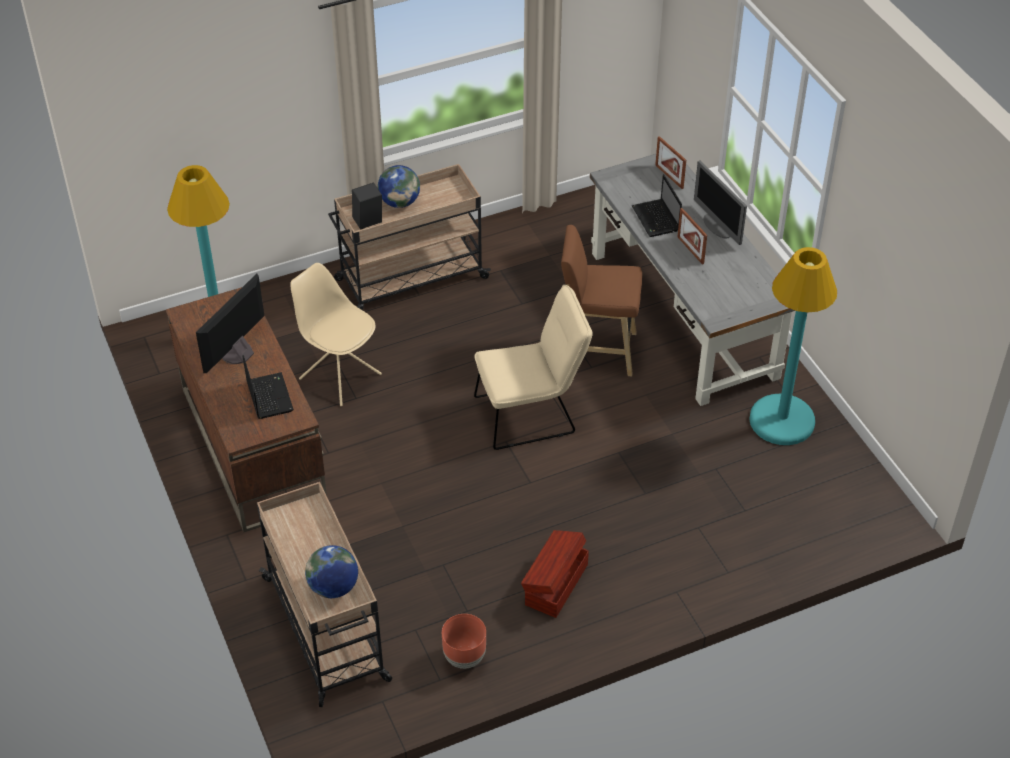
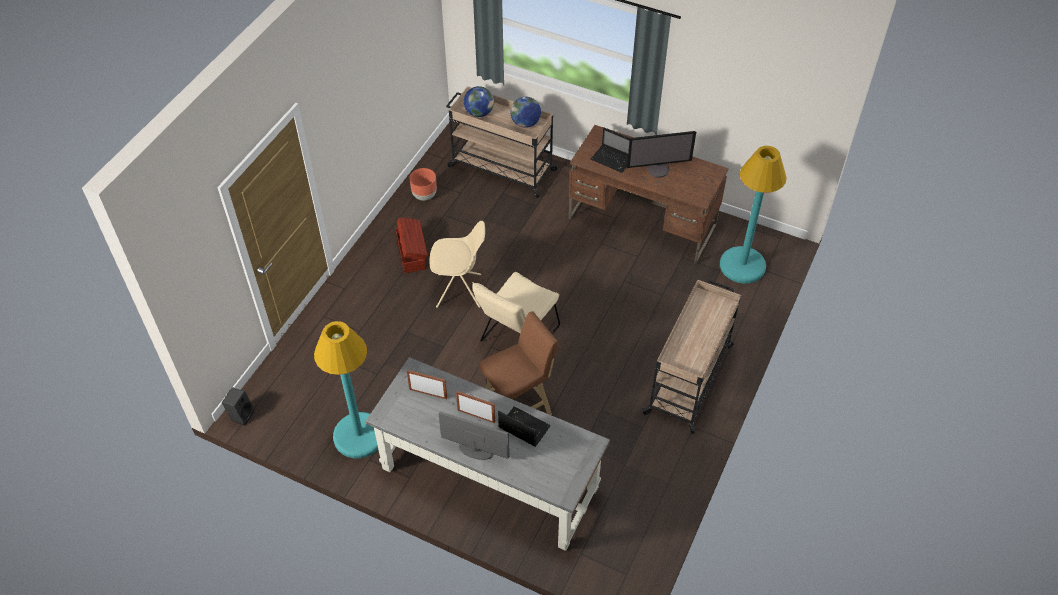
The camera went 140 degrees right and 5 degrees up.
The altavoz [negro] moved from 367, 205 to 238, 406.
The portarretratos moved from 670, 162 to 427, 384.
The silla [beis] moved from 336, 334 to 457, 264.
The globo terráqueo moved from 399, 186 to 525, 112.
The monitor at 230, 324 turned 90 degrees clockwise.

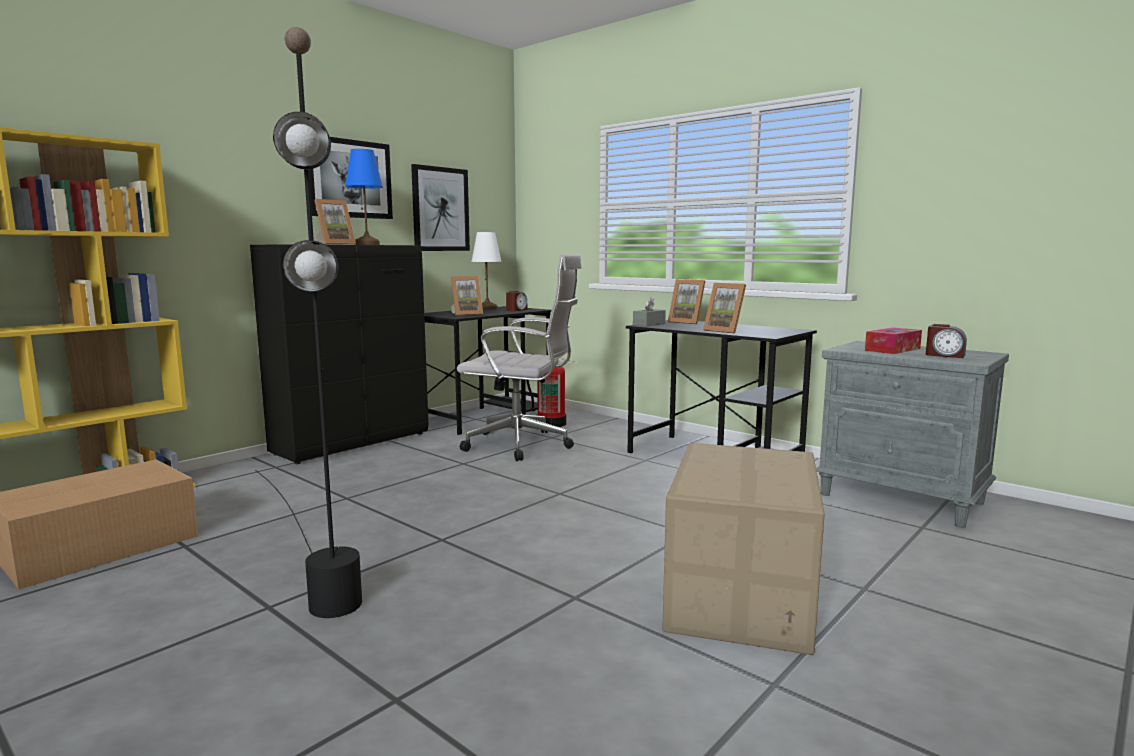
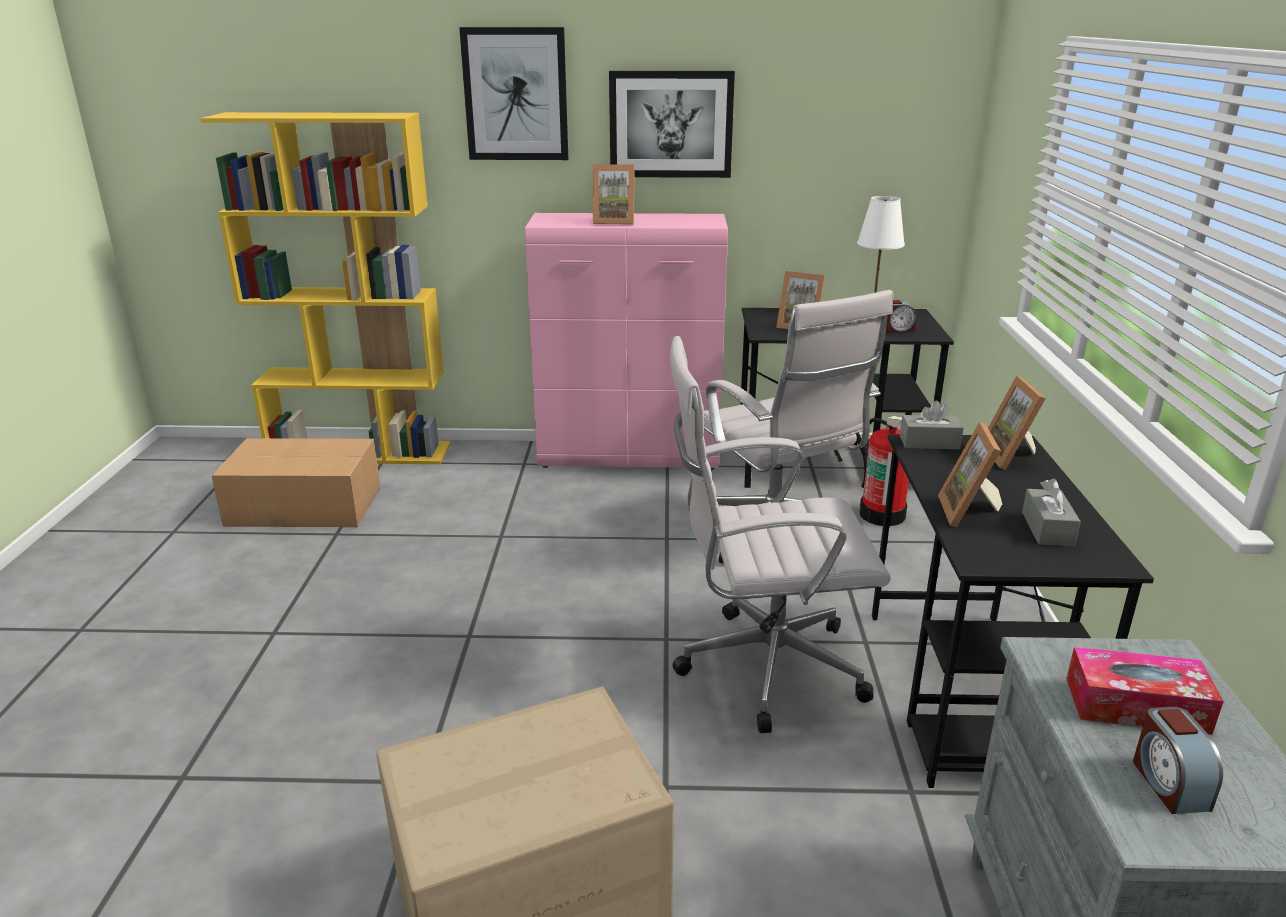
The camera went 50 degrees right and 15 degrees up.
The cuadro moved from 440, 207 to 513, 93.
The armario [negro] at 339, 354 became the armario [rosa] at 626, 341.
The silla de oficina [blanco] at 780, 534 appeared.
The caja de pañuelos [gris] at 1051, 512 appeared.
The lámpara de pie [negro] at 308, 322 disappeared.
The lámpara de mesa [azul] at 364, 197 disappeared.

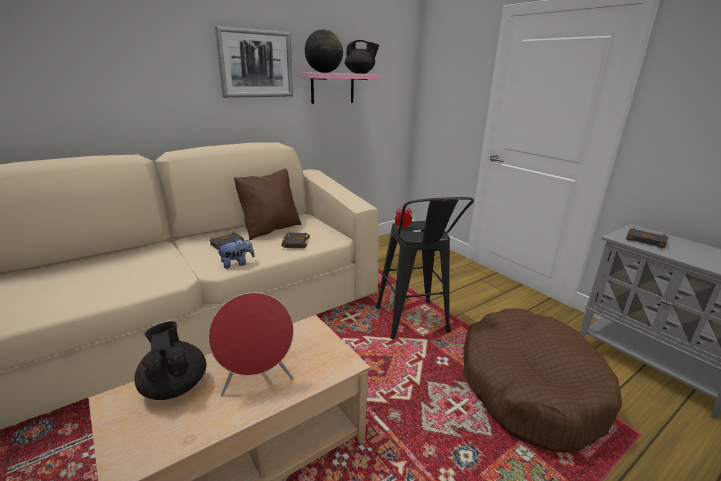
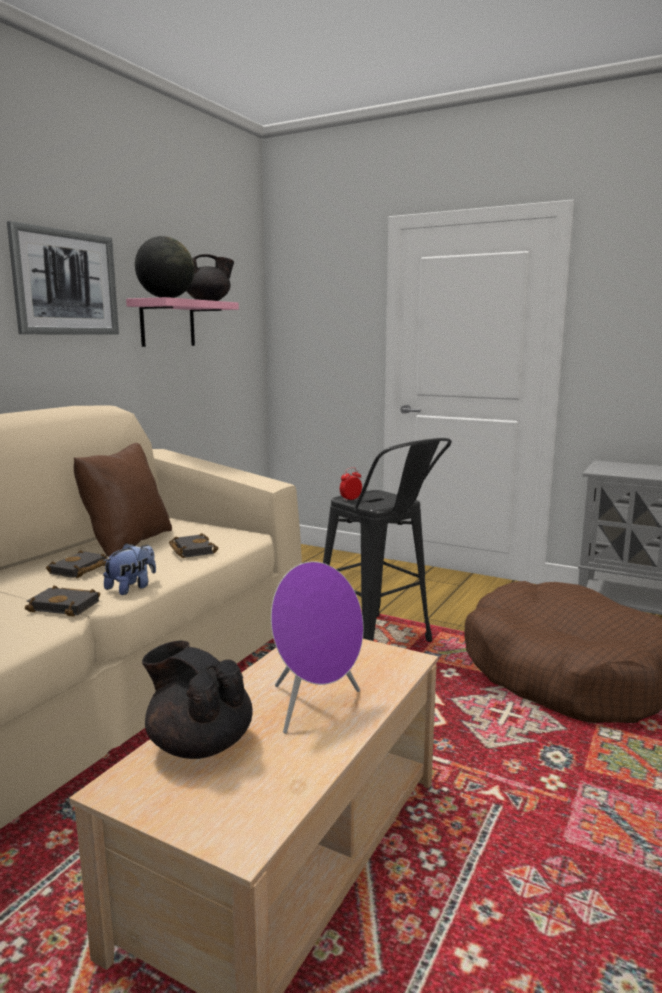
The camera went 25 degrees left and 10 degrees down.
The libro [negro] moved from 647, 238 to 62, 601.
The altavoz [rojo] at 251, 344 became the altavoz [morado] at 317, 647.

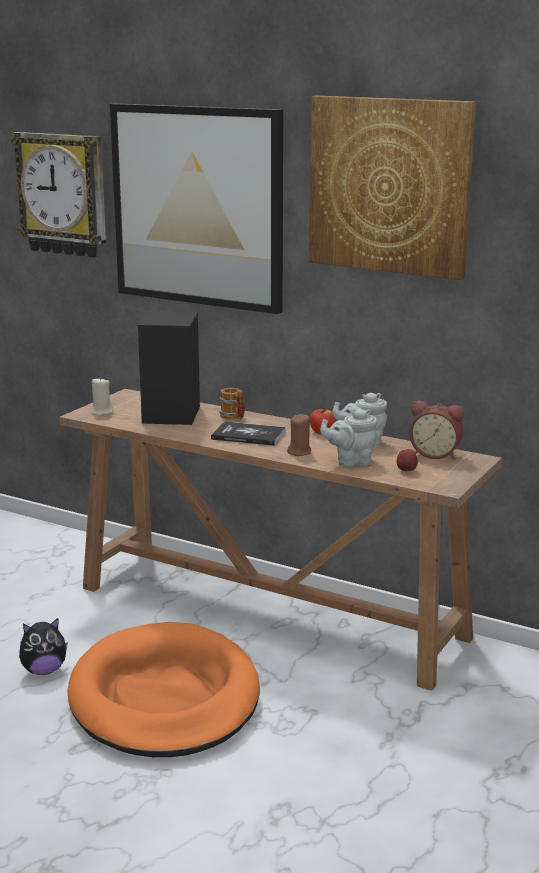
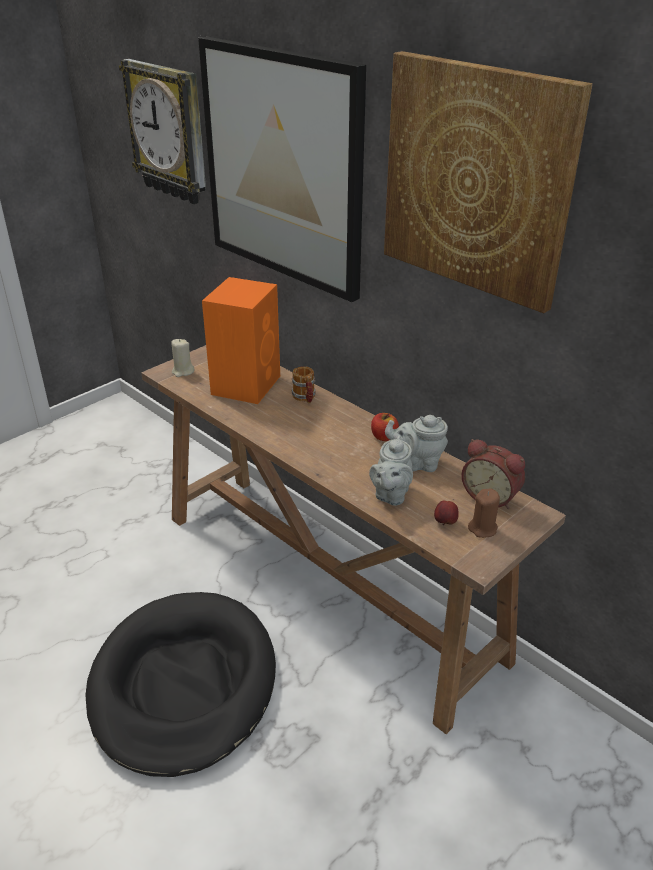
The camera went 15 degrees right and 15 degrees up.
The cama para perro [naranja] at 163, 689 became the cama para perro [negro] at 180, 684.
The altavoz [negro] at 169, 368 became the altavoz [naranja] at 241, 340.
The tetera [gris] at 348, 438 turned 75 degrees counterclockwise.
The vela [marrón] moved from 299, 435 to 484, 513.
The peluche at 43, 646 disappeared.
The libro at 248, 434 disappeared.

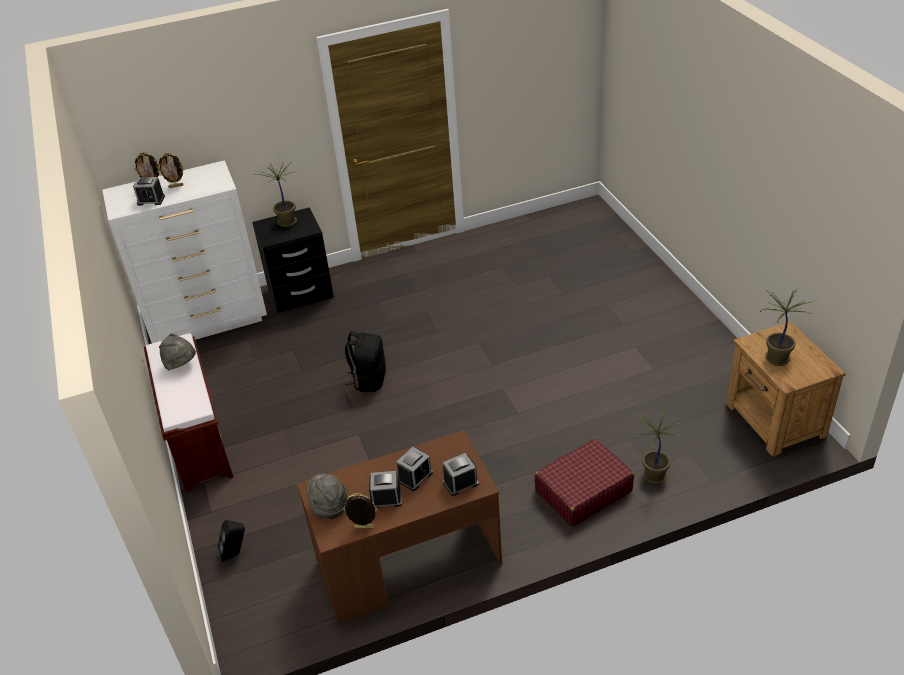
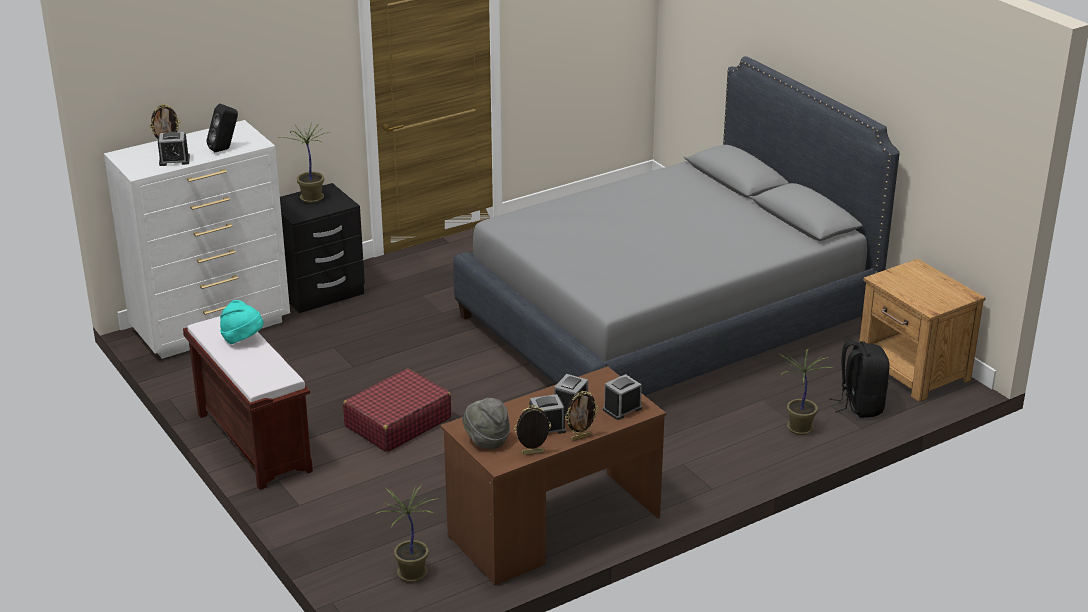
The camera went 15 degrees left and 10 degrees down.
The altavoz [negro] moved from 231, 541 to 222, 128.
The sombrero [gris] at 177, 351 became the sombrero [turquesa] at 242, 322.
The maleta [rojo] moved from 584, 483 to 397, 410.
The planta en maceta moved from 786, 327 to 406, 533.
The cama [gris] at 676, 225 appeared.
The portarretratos moved from 171, 170 to 582, 416.
The mochila [negro] moved from 365, 361 to 859, 379.

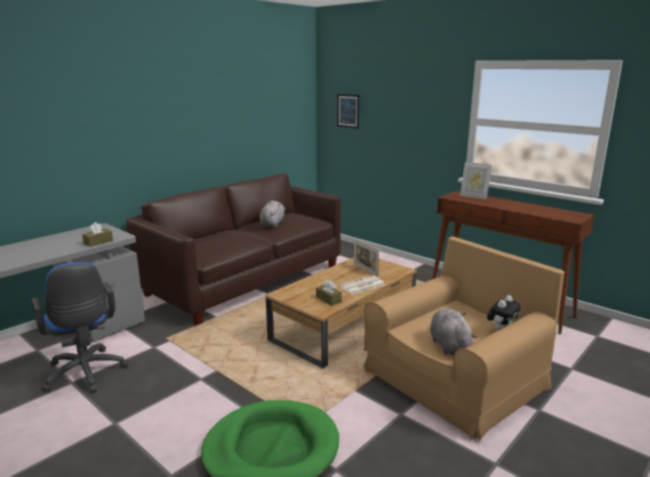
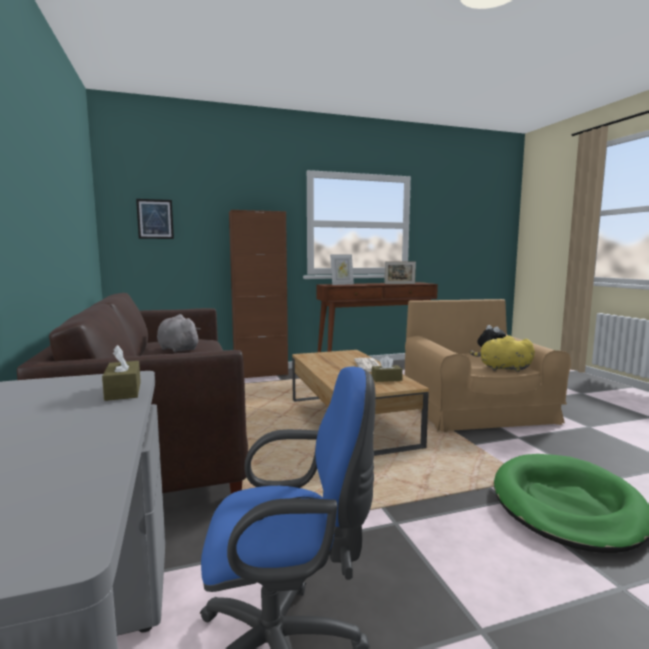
The camera went 60 degrees left and 10 degrees down.
The armario [marrón] at 258, 294 appeared.
The portarretratos moved from 366, 257 to 400, 272.
The peluche [gris] at 453, 332 became the peluche [amarillo] at 502, 354.

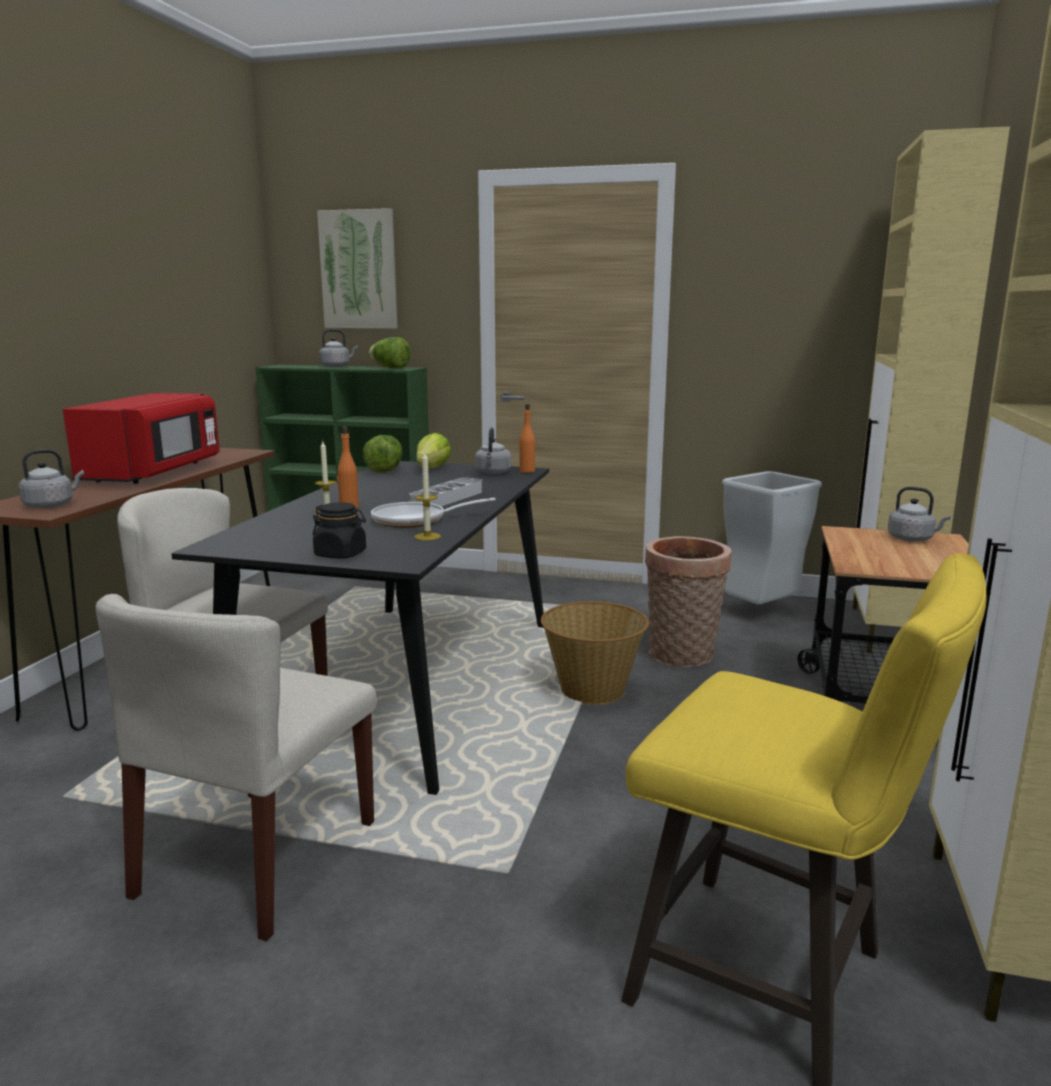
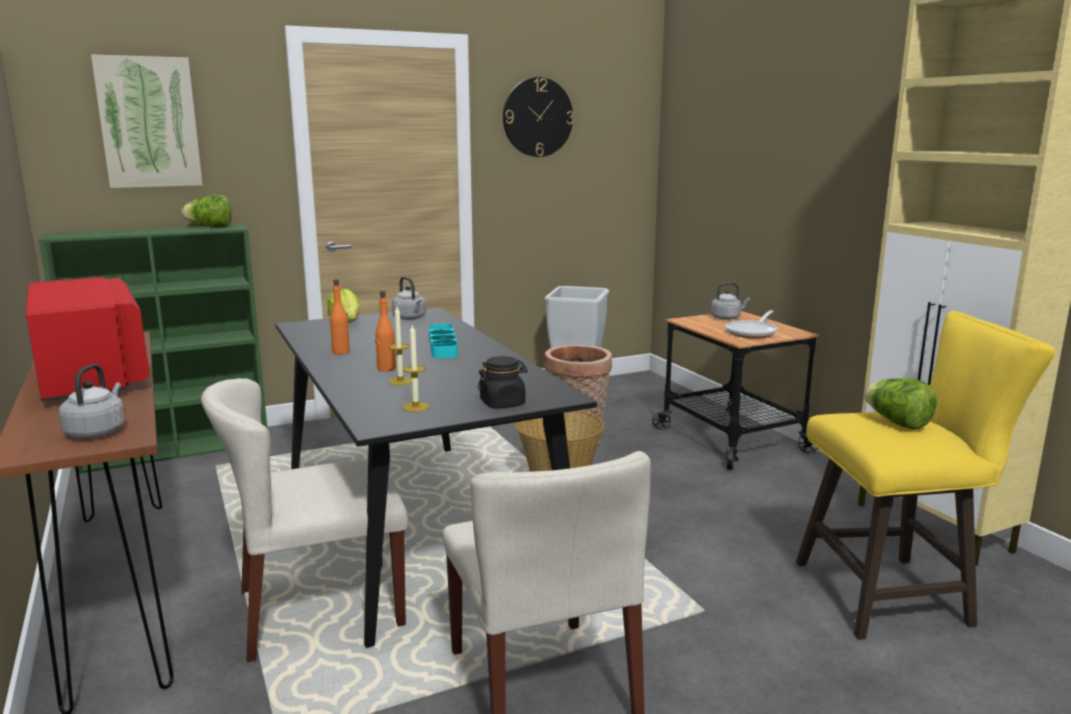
The camera went 40 degrees left and 0 degrees up.
The botella [naranja] moved from 527, 438 to 340, 317.
The vela moved from 427, 496 to 416, 368.
The bandeja [gris] at 445, 492 became the bandeja [turquesa] at 443, 341.
The reloj de pared at 538, 117 appeared.
The sartén moved from 433, 513 to 751, 324.
The lechuga moved from 383, 454 to 900, 404.
The hervidor [gris] at 338, 348 disappeared.
The armario [beis] at 931, 389 disappeared.

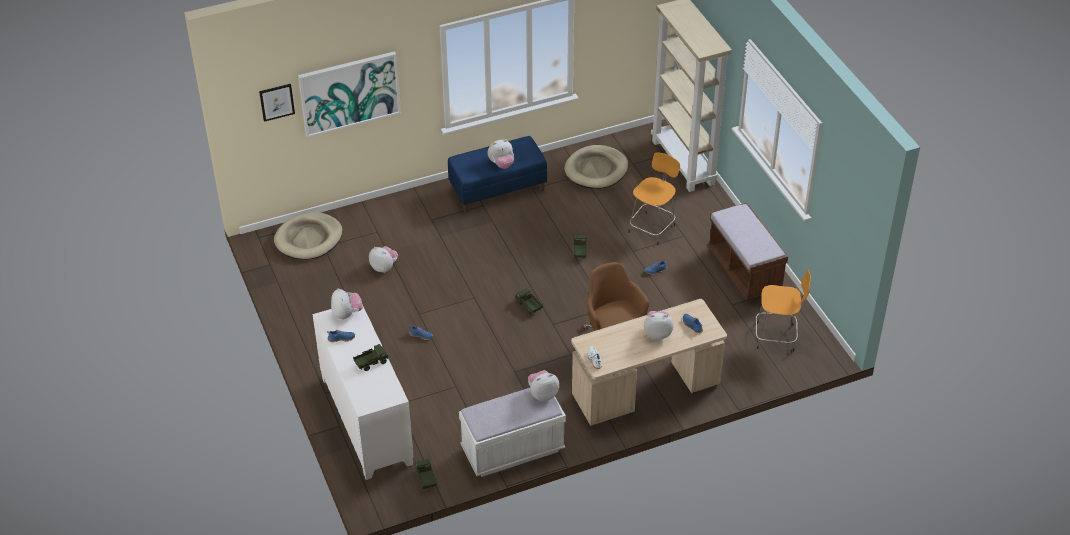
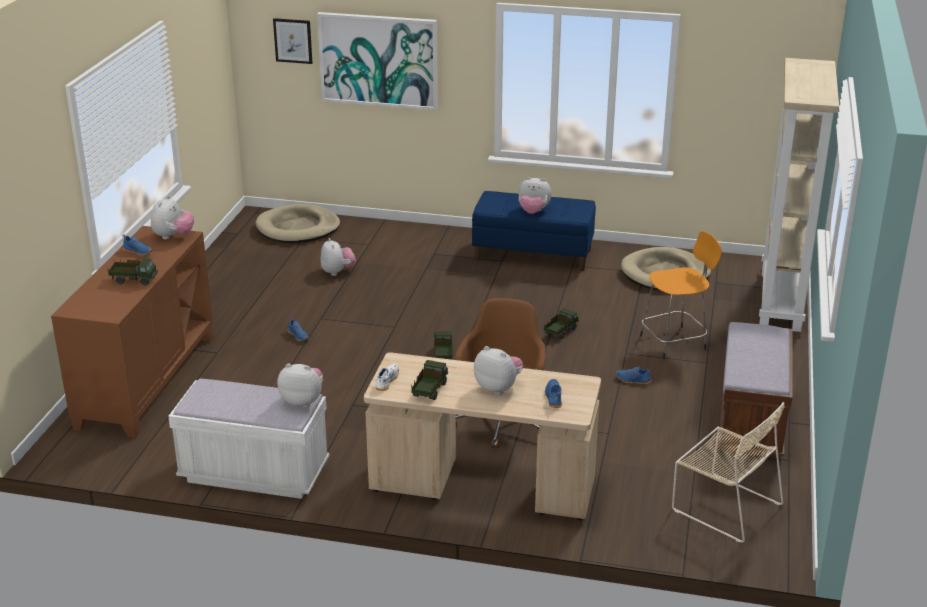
The camera went 35 degrees right and 15 degrees down.
The armario [blanco] at 363, 392 became the armario [marrón] at 132, 332.
The camión de juguete moved from 426, 474 to 429, 380.
The taburete [naranja] at 783, 310 was replaced by the silla [beis] at 728, 472.

